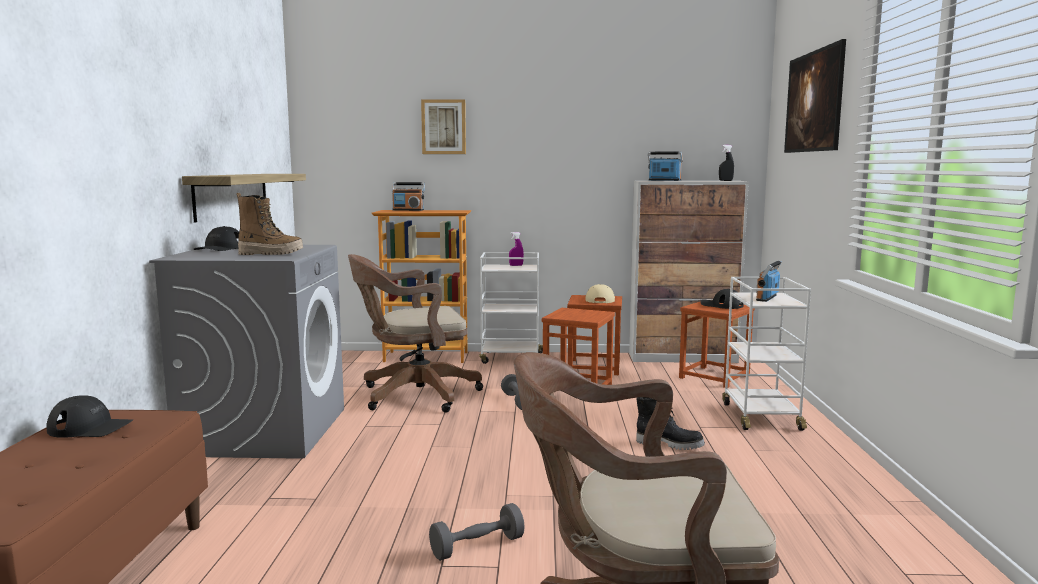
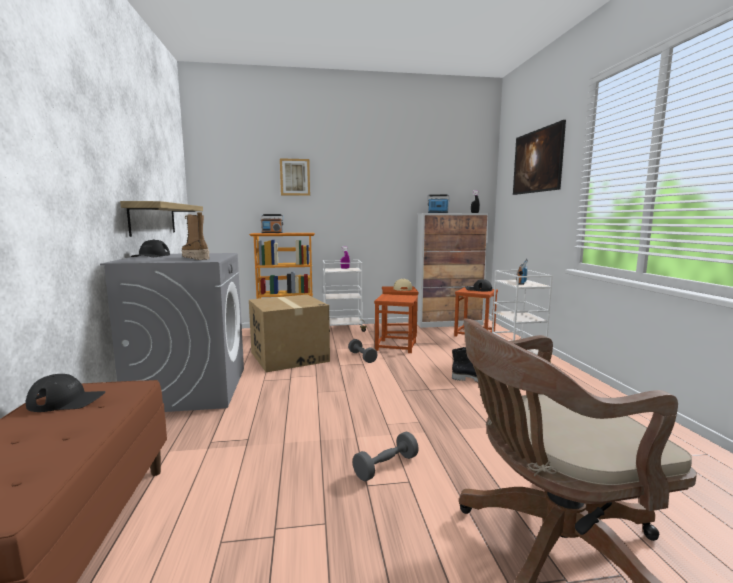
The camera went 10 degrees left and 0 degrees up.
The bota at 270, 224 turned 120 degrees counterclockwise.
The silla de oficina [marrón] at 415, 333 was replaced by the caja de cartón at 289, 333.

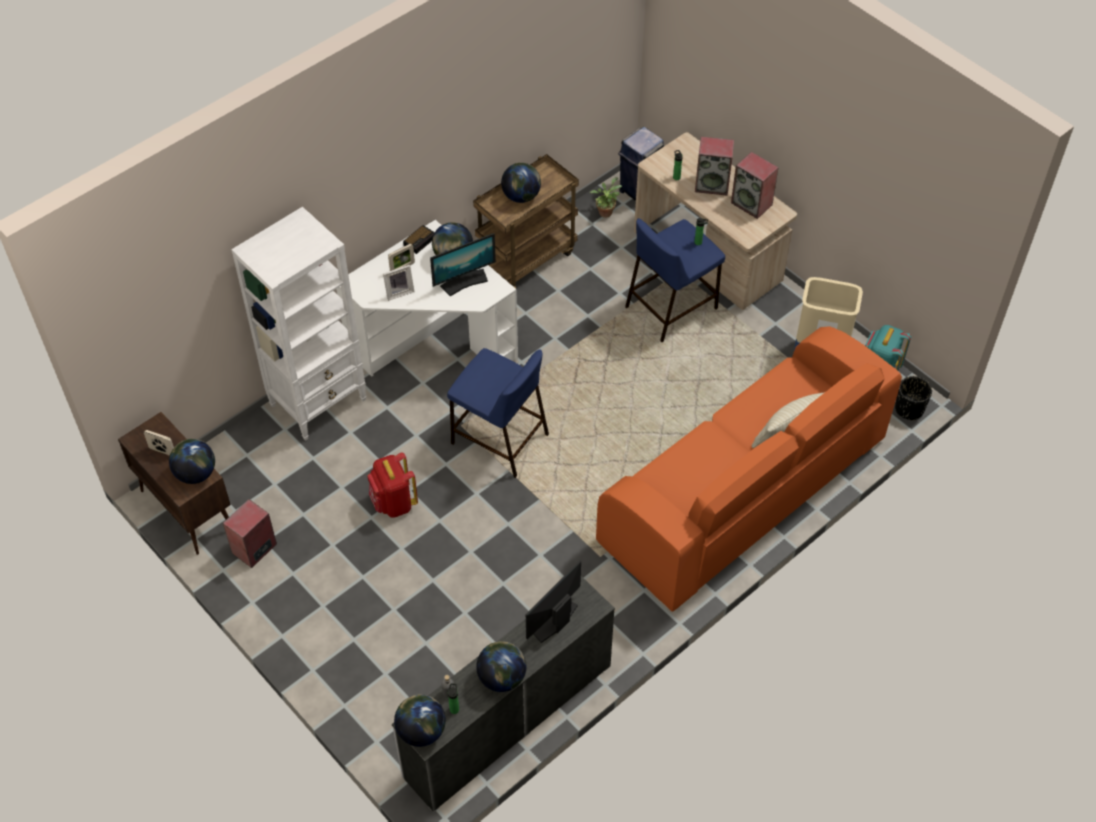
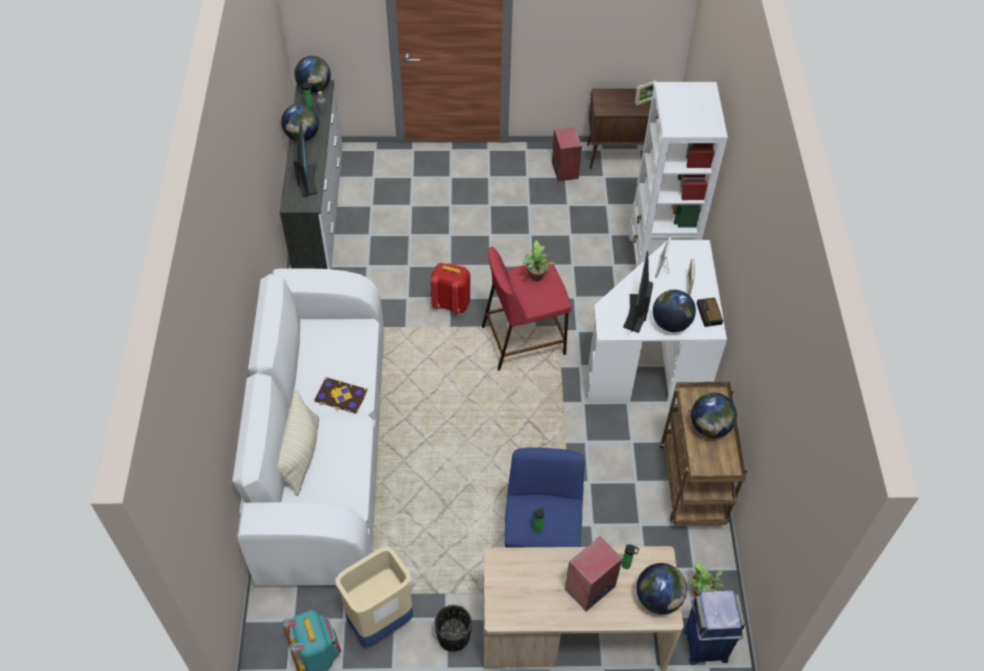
The camera went 130 degrees right and 0 degrees up.
The sofá [naranja] at 749, 469 became the sofá [blanco] at 308, 427.
The libro at 340, 395 appeared.
The mochila [rojo] moved from 393, 485 to 450, 288.
The maceta [negro] moved from 913, 398 to 453, 628.
The taburete [azul] at 498, 413 became the taburete [rojo] at 526, 309.
The planta en maceta at 539, 260 appeared.
The globo terráqueo moved from 192, 461 to 661, 588.
The altavoz at 755, 185 disappeared.

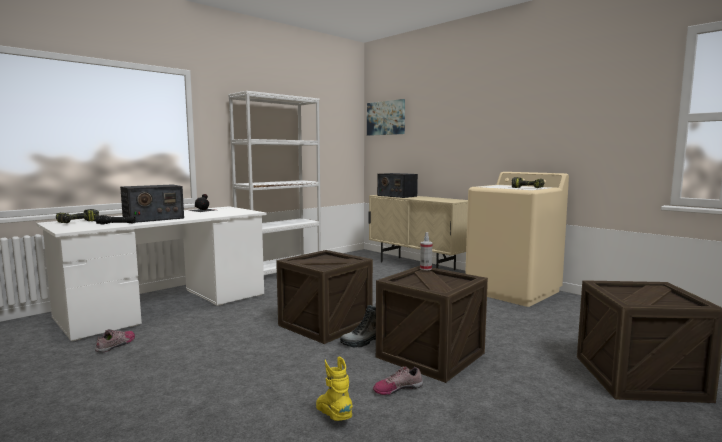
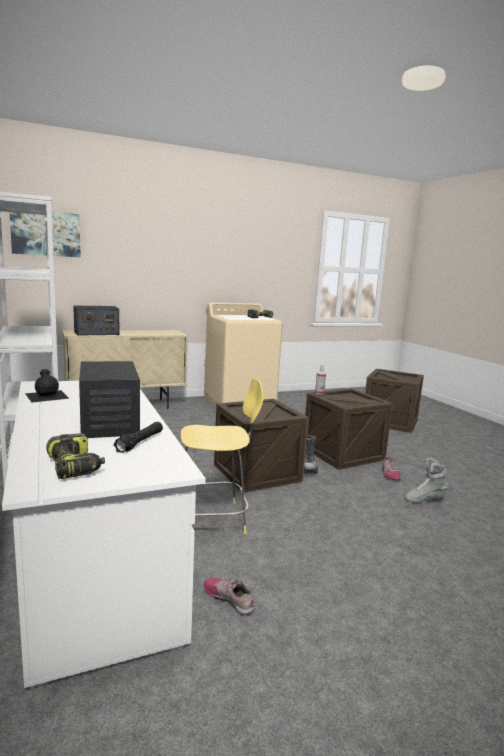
The camera went 70 degrees left and 5 degrees up.
The taburete [amarillo] at 222, 456 appeared.
The bota [amarillo] at 334, 389 became the bota [gris] at 426, 480.

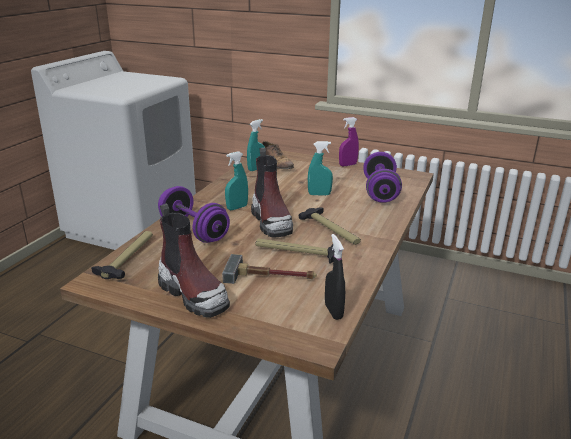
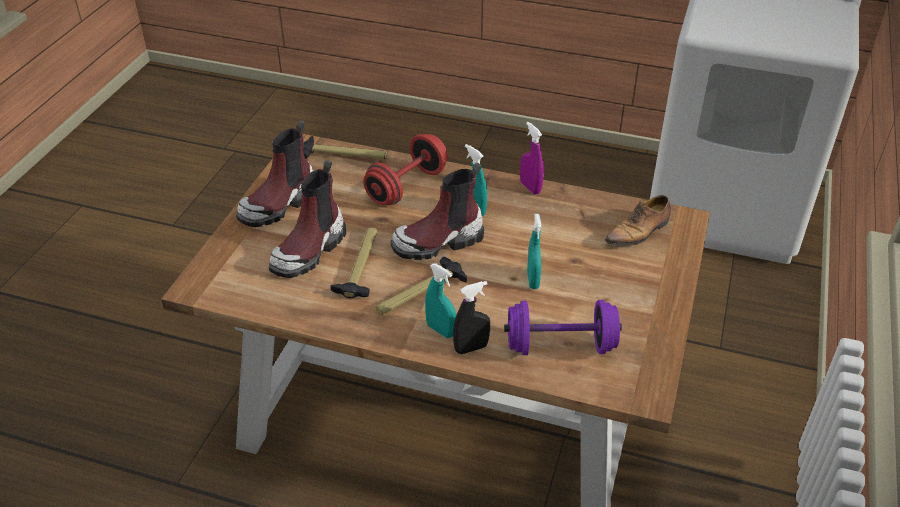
The camera went 85 degrees right and 15 degrees up.
The martillo at 269, 269 was replaced by the bota at 307, 219.
The mancuerna [morado] at 194, 214 became the mancuerna [rojo] at 405, 169.
The pulverizador [turquesa] moved from 256, 145 to 440, 301.
The pulverizador [negro] moved from 335, 277 to 471, 317.
The pulverizador [morado] moved from 349, 141 to 532, 158.

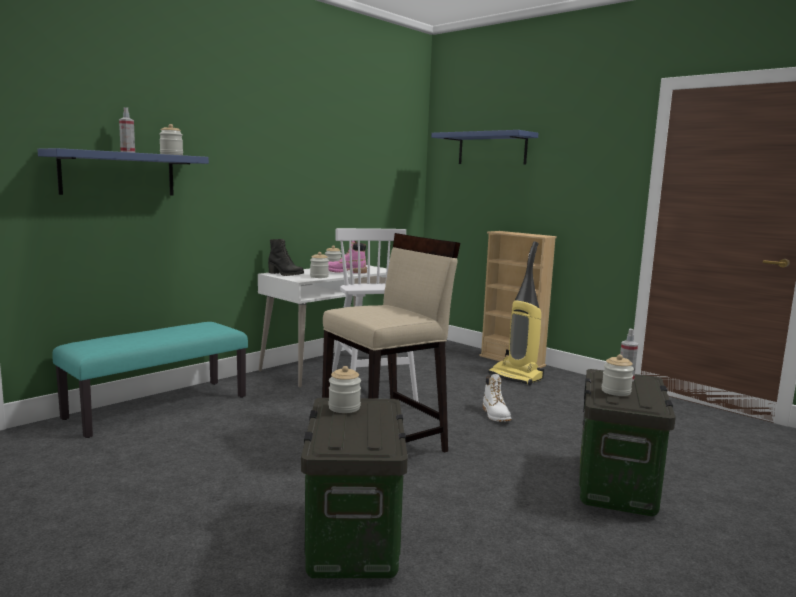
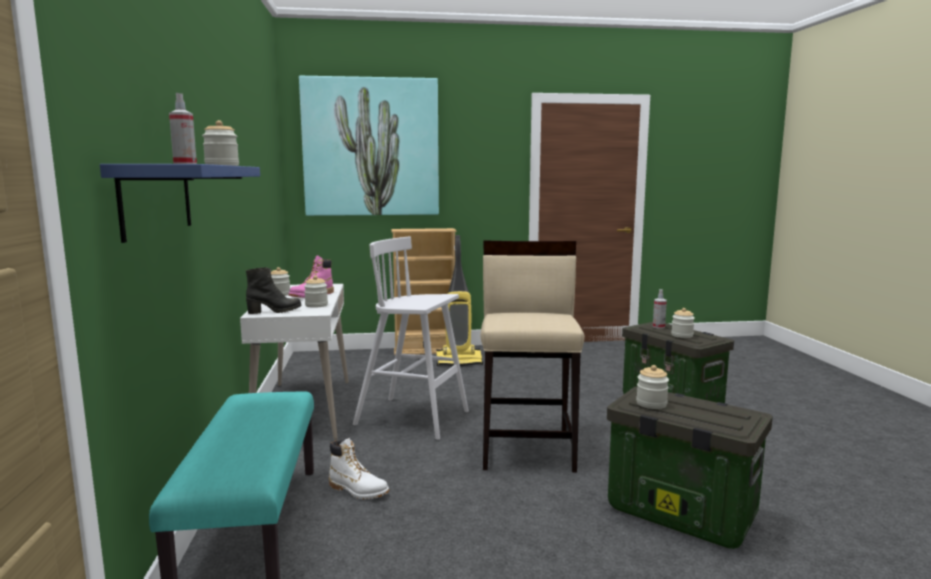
The camera went 50 degrees left and 0 degrees up.
The estante [azul] at 484, 147 was replaced by the cuadro at 369, 146.
The bota [blanco] moved from 497, 398 to 359, 468.

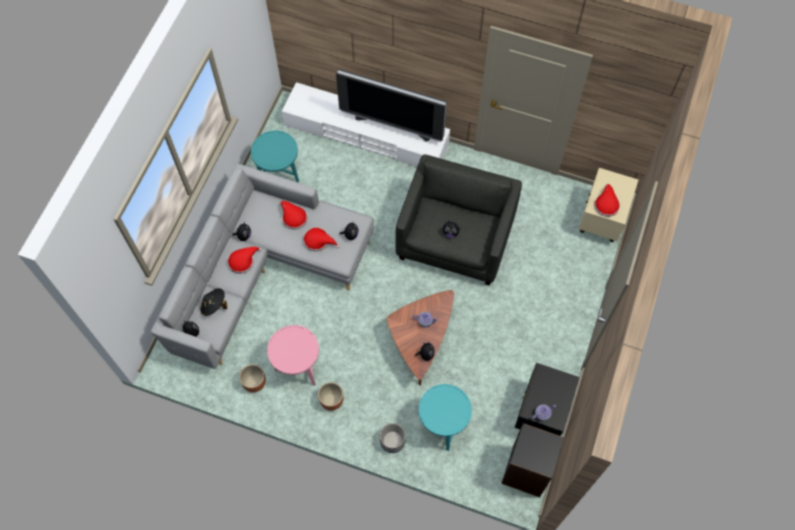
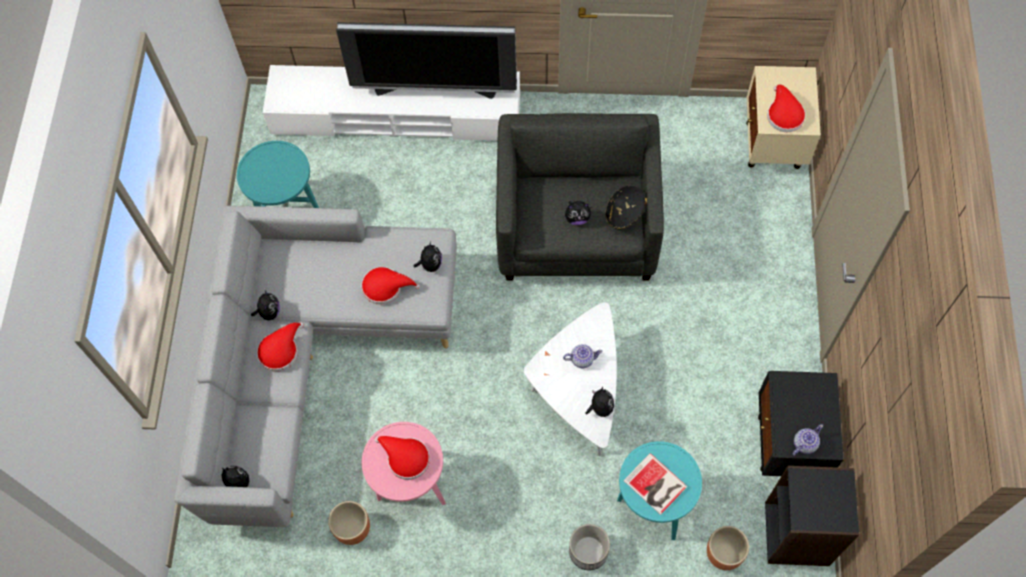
The camera went 15 degrees left and 0 degrees up.
The sombrero [rojo] moved from 293, 215 to 402, 458.
The mesa de centro [marrón] at 420, 337 became the mesa de centro [blanco] at 570, 379.
The sombrero [negro] moved from 213, 302 to 626, 207.
The libro at 655, 484 appeared.
The maceta [marrón] moved from 330, 396 to 728, 548.

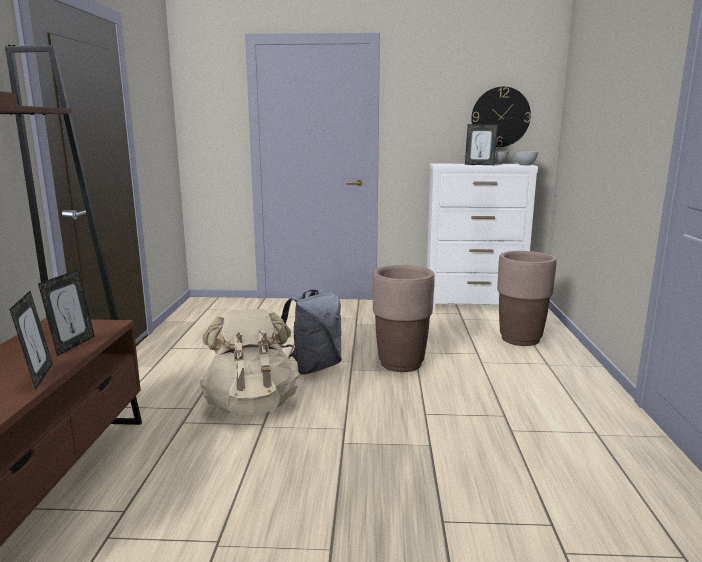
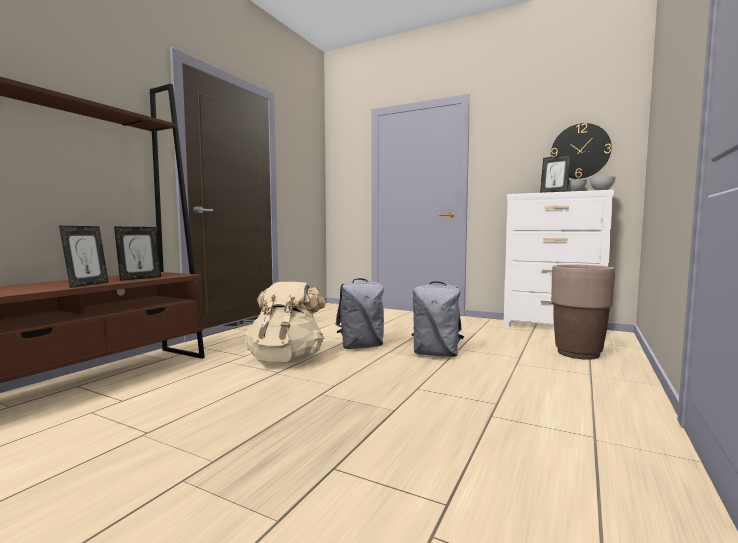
The camera went 25 degrees right and 10 degrees down.
The maceta [marrón] at 403, 318 was replaced by the mochila [gris] at 438, 319.

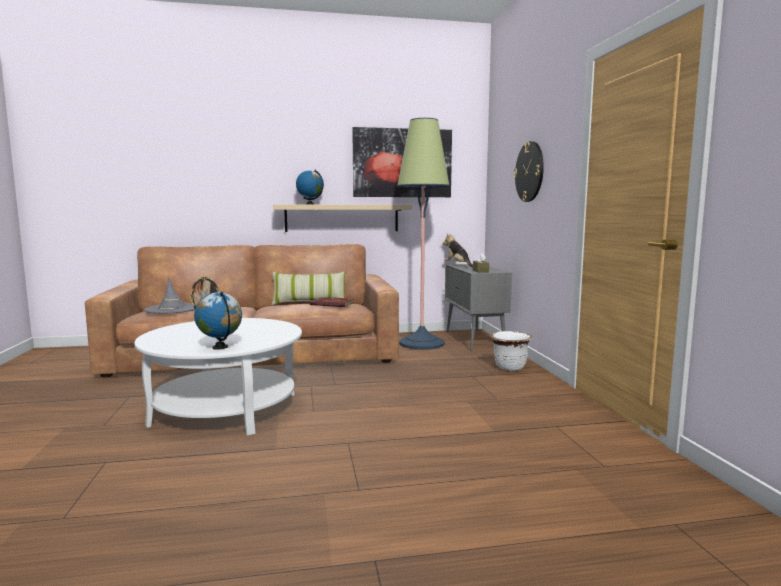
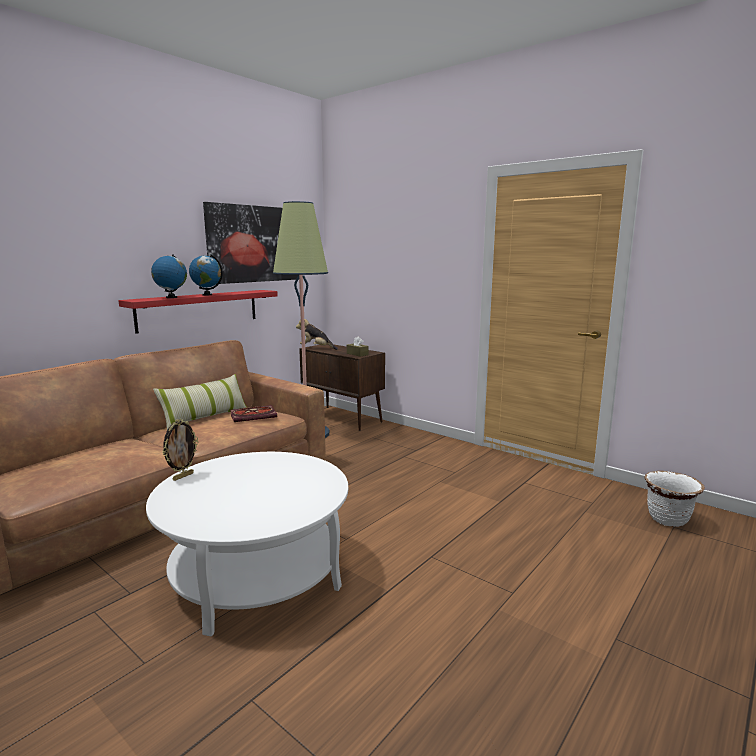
The camera went 40 degrees left and 5 degrees up.
The estante [beis] at 342, 218 became the estante [rojo] at 198, 312.
The globo terráqueo moved from 218, 321 to 206, 275.
The armario [gris] at 478, 307 became the armario [marrón] at 342, 387.
The maceta [blanco] moved from 511, 351 to 675, 499.
The sombrero [gris] at 169, 296 disappeared.
The reloj de pared at 528, 171 disappeared.

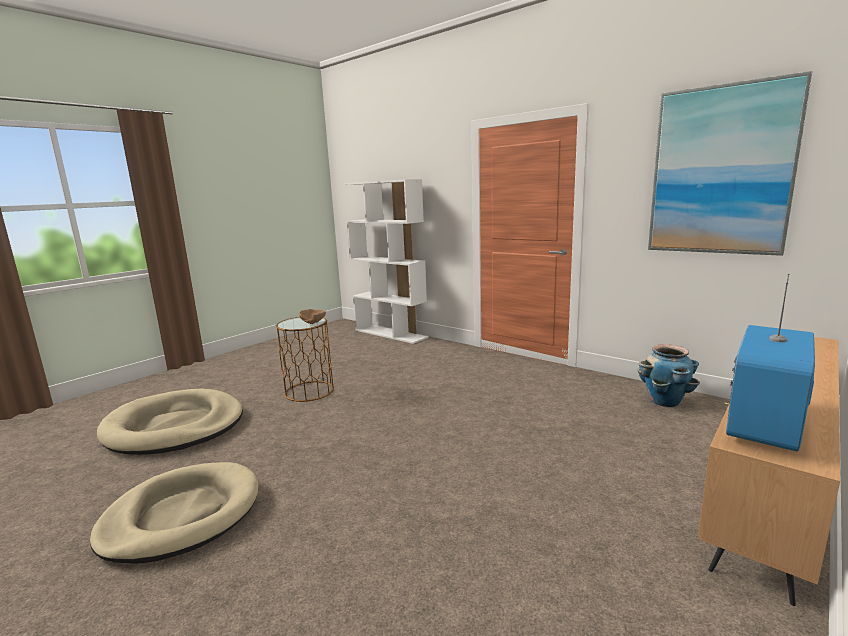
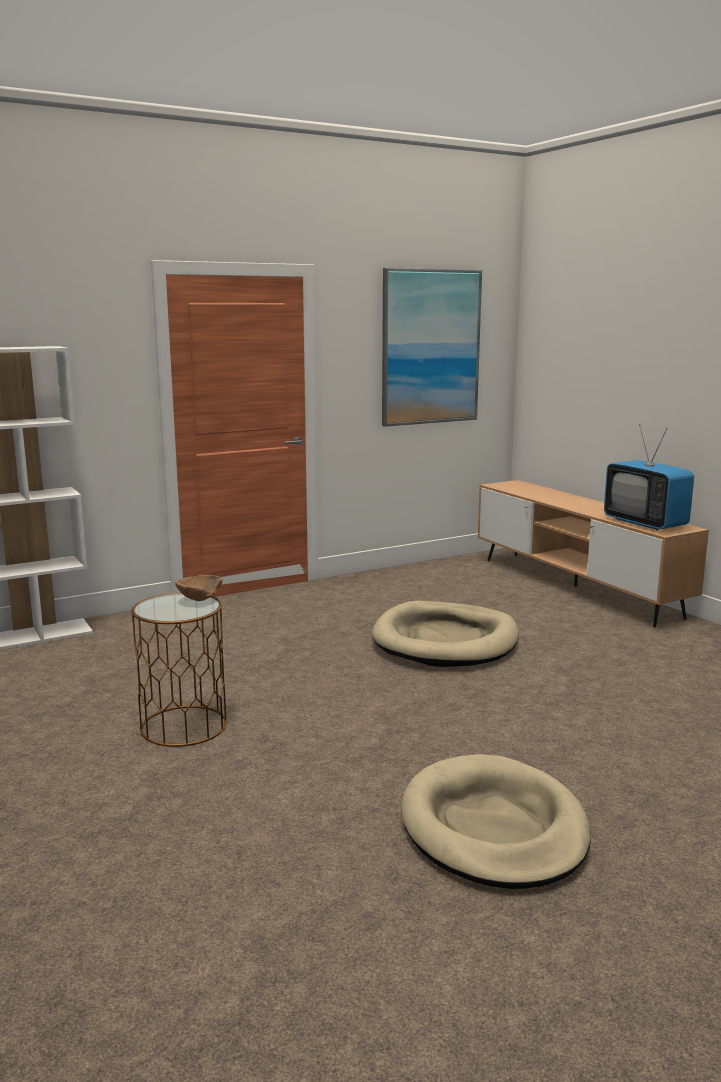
The camera went 70 degrees left and 0 degrees up.
The cama para perro [beis] moved from 170, 422 to 445, 634.
The maceta at 669, 375 disappeared.

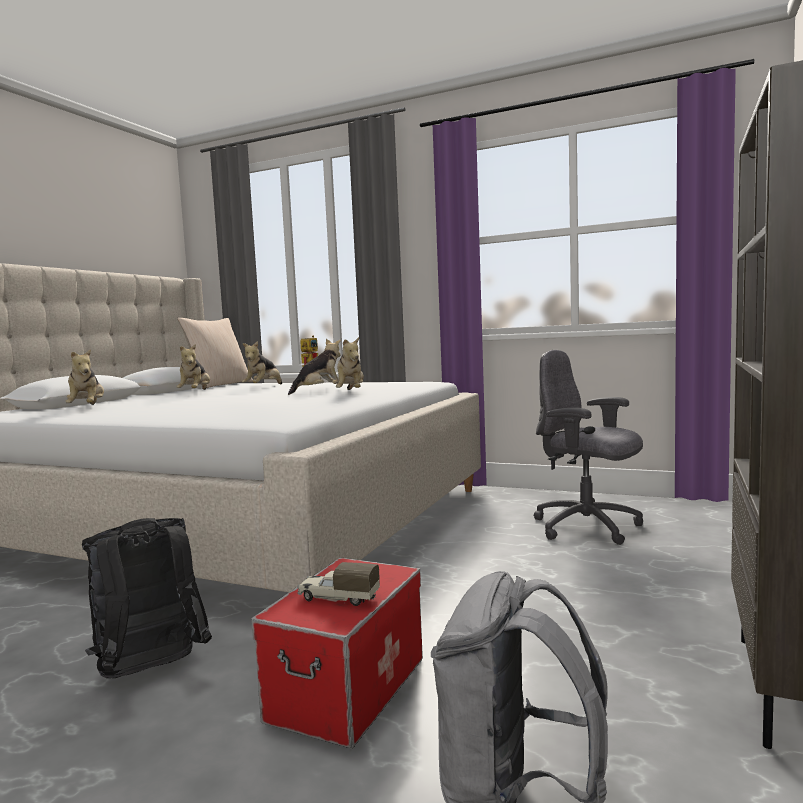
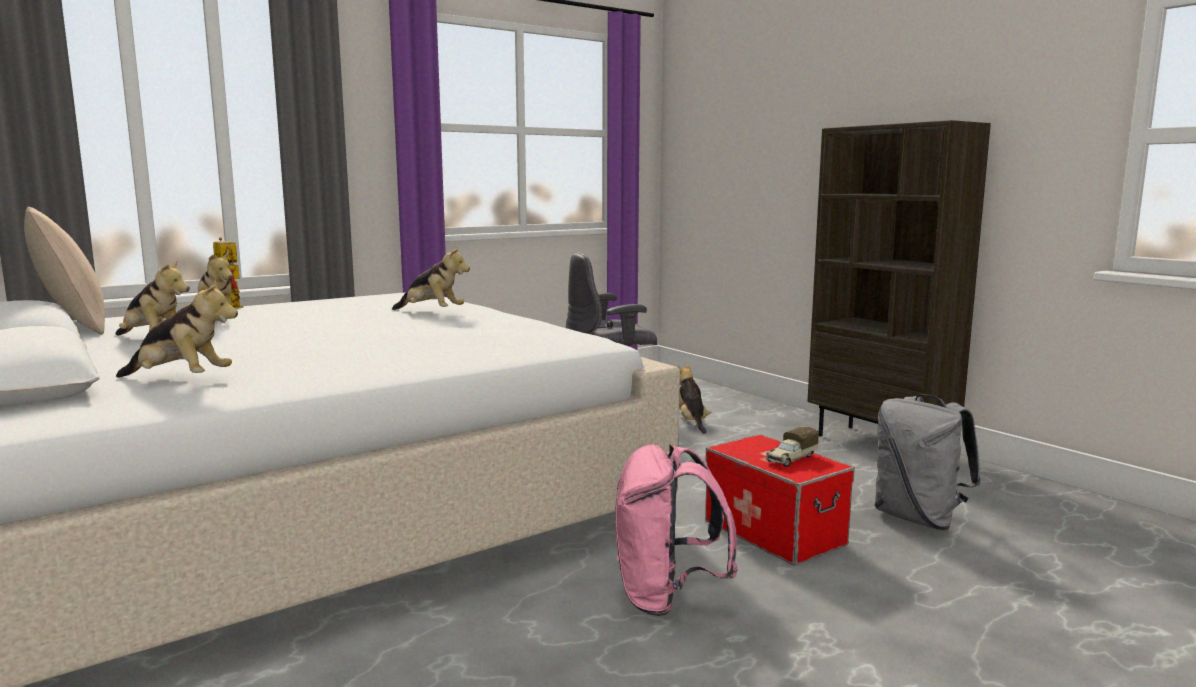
The camera went 60 degrees left and 5 degrees up.
The mochila [negro] at 147, 598 became the mochila [rosa] at 676, 530.
The peluche moved from 314, 367 to 694, 399.

